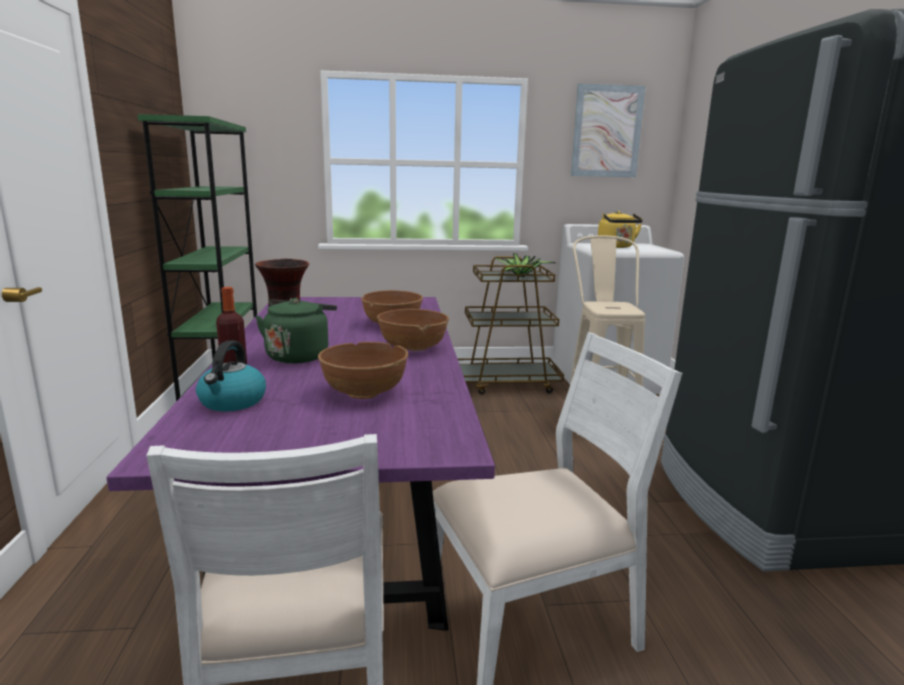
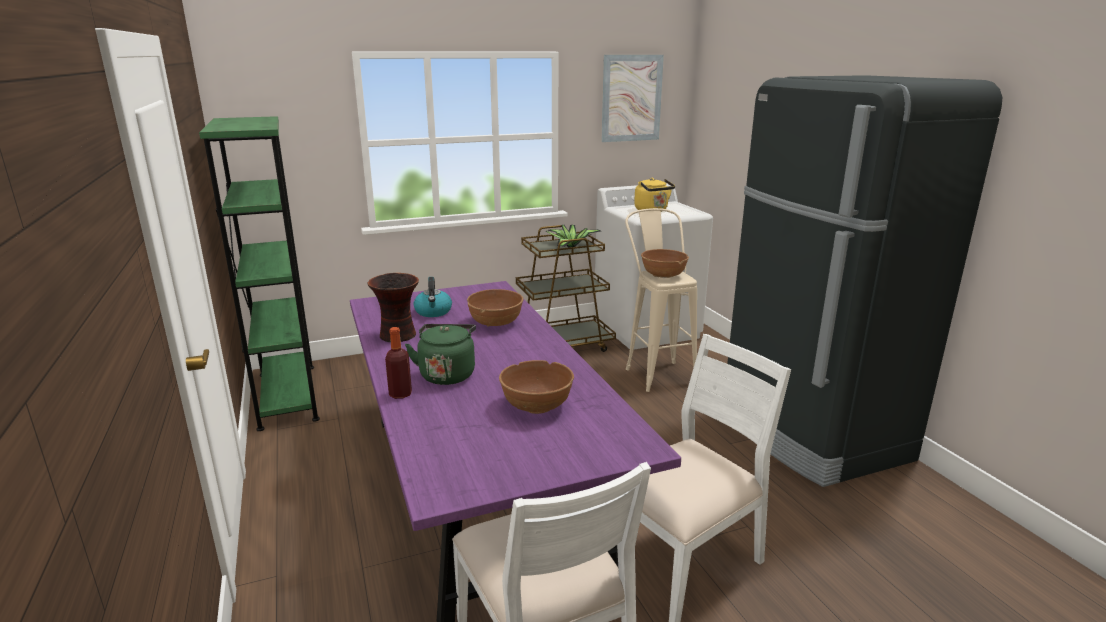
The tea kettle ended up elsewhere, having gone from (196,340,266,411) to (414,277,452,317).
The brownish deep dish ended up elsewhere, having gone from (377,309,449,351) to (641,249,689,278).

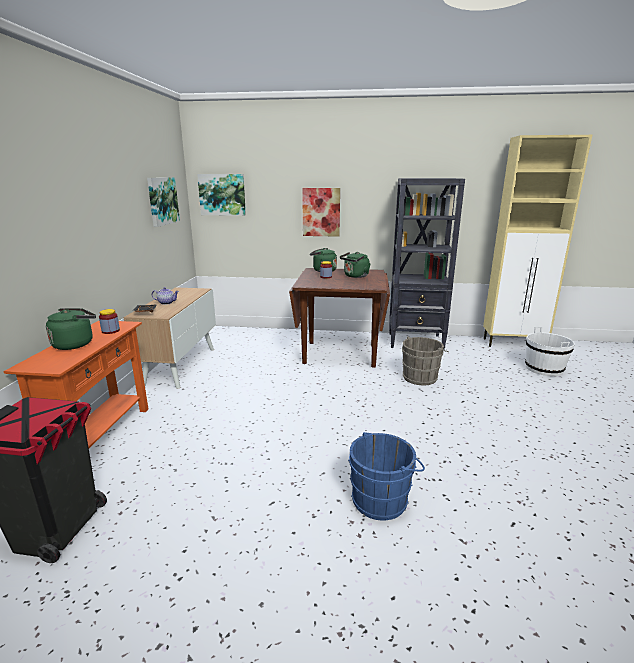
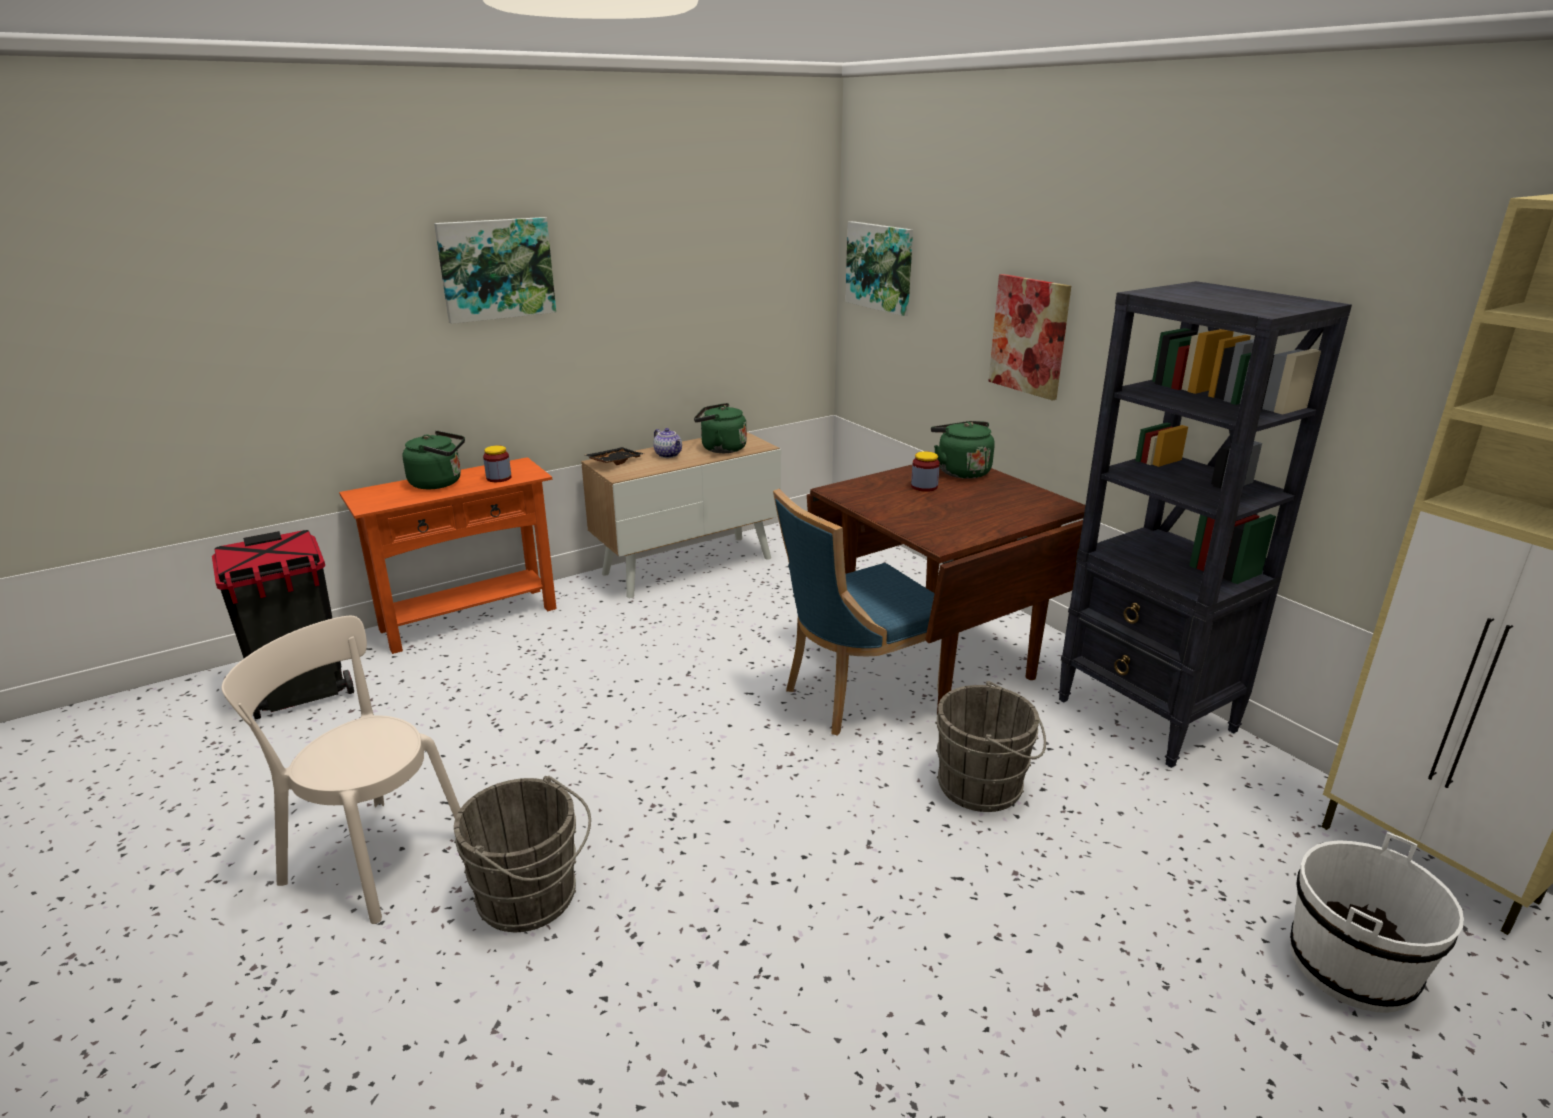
The second view gained the beige-coloured chair at (222,616,461,924).
The second view gained the bluish chair at (773,489,942,736).
The wall art ended up elsewhere, having gone from (147,177,180,227) to (434,217,556,324).
The green tea kettle ended up elsewhere, having gone from (340,252,371,278) to (694,403,747,453).
What was the bluish pail at (348,432,425,521) turned into the grey pail at (454,776,591,932).

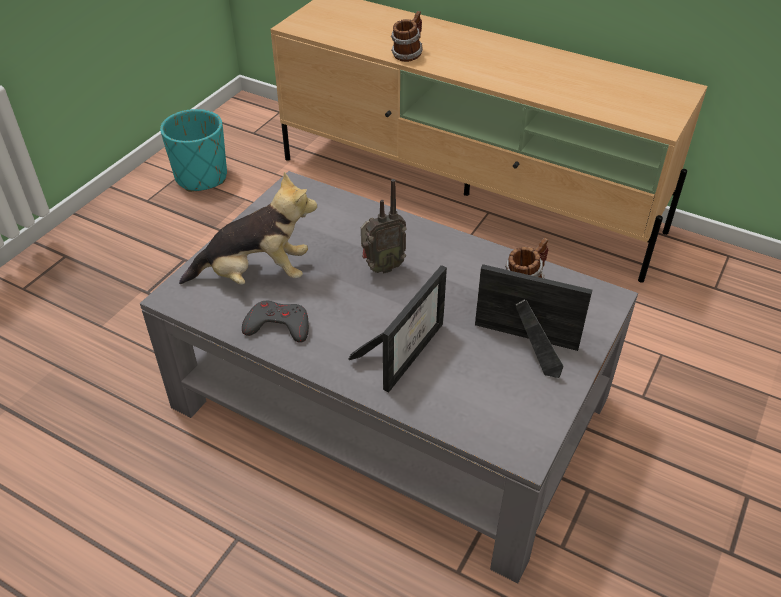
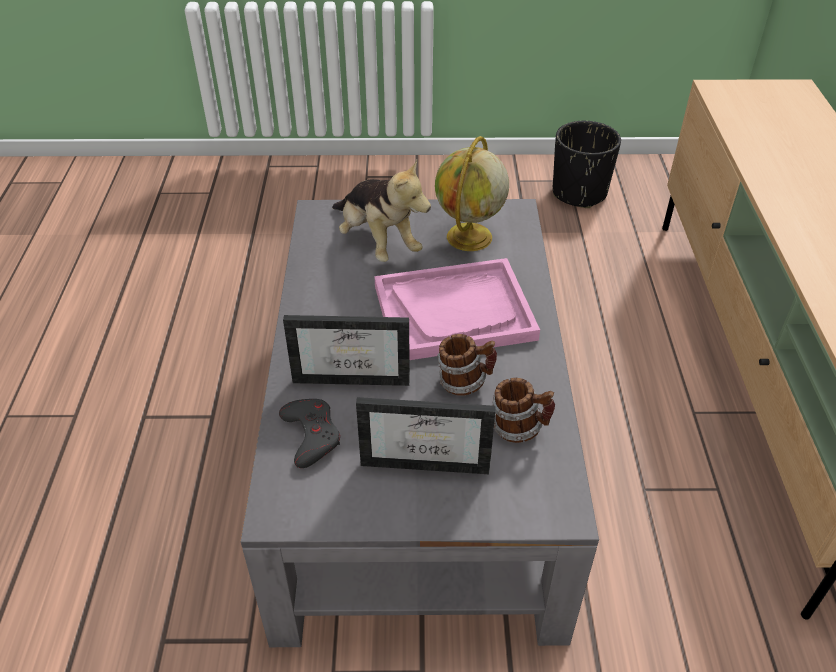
The second view gained the desk globe at (435,136,509,251).
The grey joypad ended up elsewhere, having gone from (242,301,309,343) to (279,399,340,468).
The tea mug ended up elsewhere, having gone from (391,11,423,62) to (437,334,497,396).
Where the radio receiver stood at (361,179,407,273), the pink carrying tray came to stand at (374,258,540,360).
What was the turquoise-coloured planter at (160,109,227,192) turned into the blackish planter at (553,121,621,208).
The photo frame at (475,264,592,378) ended up facing another way, 105 degrees clockwise from before.

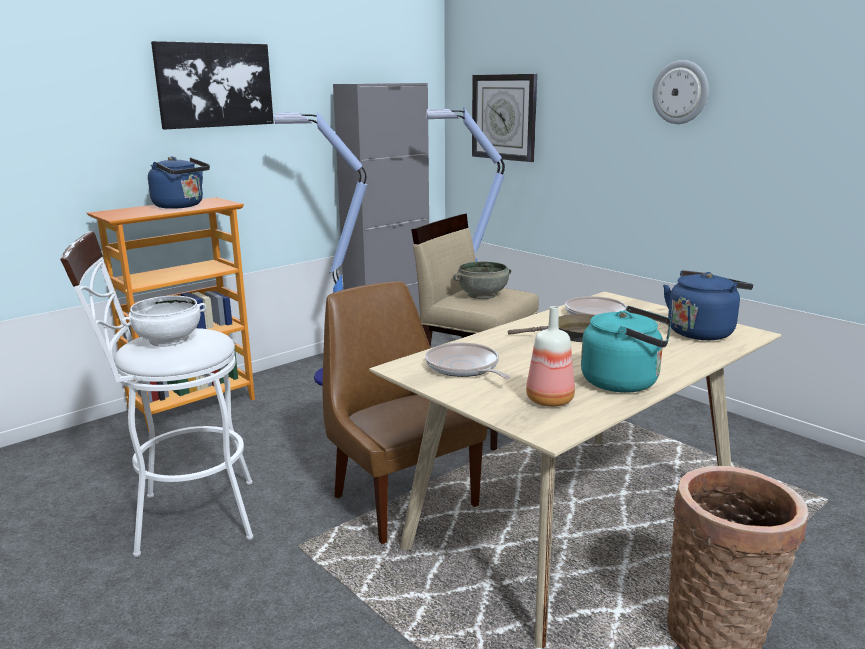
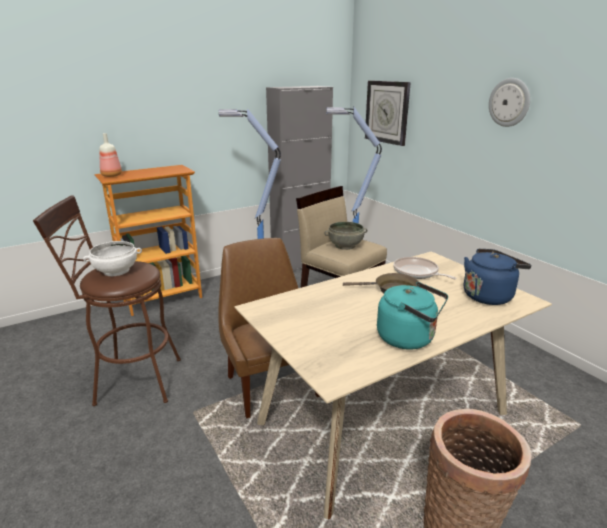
The second view lost the bluish tea kettle at (148,156,210,209).
The second view lost the wall art at (151,41,274,129).
The second view lost the frying pan at (425,343,511,379).
The drink bottle ended up elsewhere, having gone from (526,306,575,407) to (99,133,122,177).
What was the whitish stool at (60,231,254,557) turned into the brownish stool at (33,195,181,406).

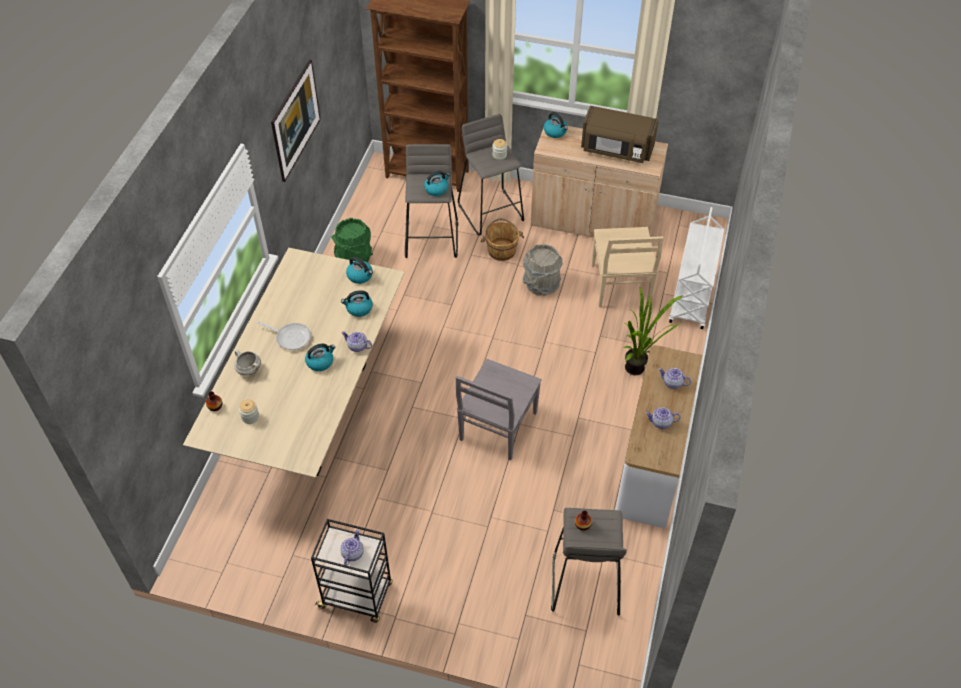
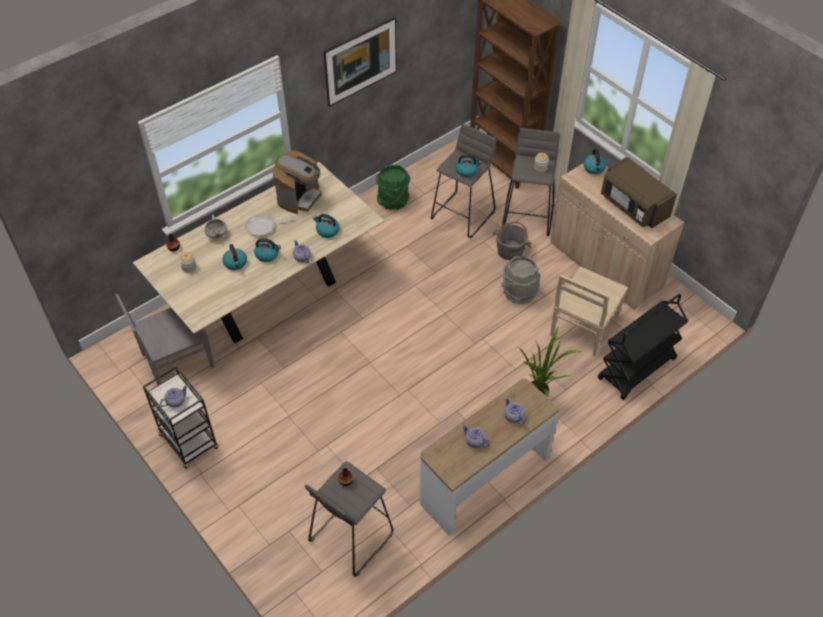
The second view gained the coffee brewer at (273,151,322,214).
The tea kettle ended up elsewhere, having gone from (346,257,373,284) to (222,244,247,270).
The grey chair ended up elsewhere, having gone from (456,359,542,461) to (115,294,214,385).
What was the brownish pail at (480,218,524,261) turned into the grey pail at (493,222,531,260).
What was the whitish wheeled cart at (669,207,724,329) turned into the blackish wheeled cart at (598,294,688,400).
The frying pan at (257,321,311,350) ended up facing another way, 105 degrees clockwise from before.

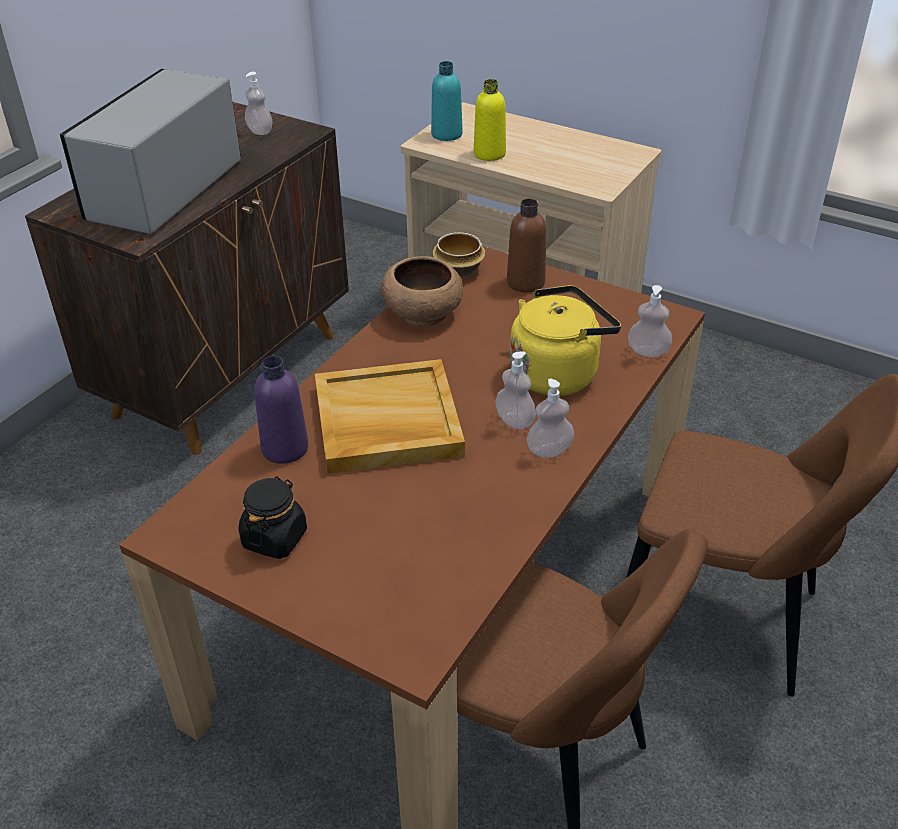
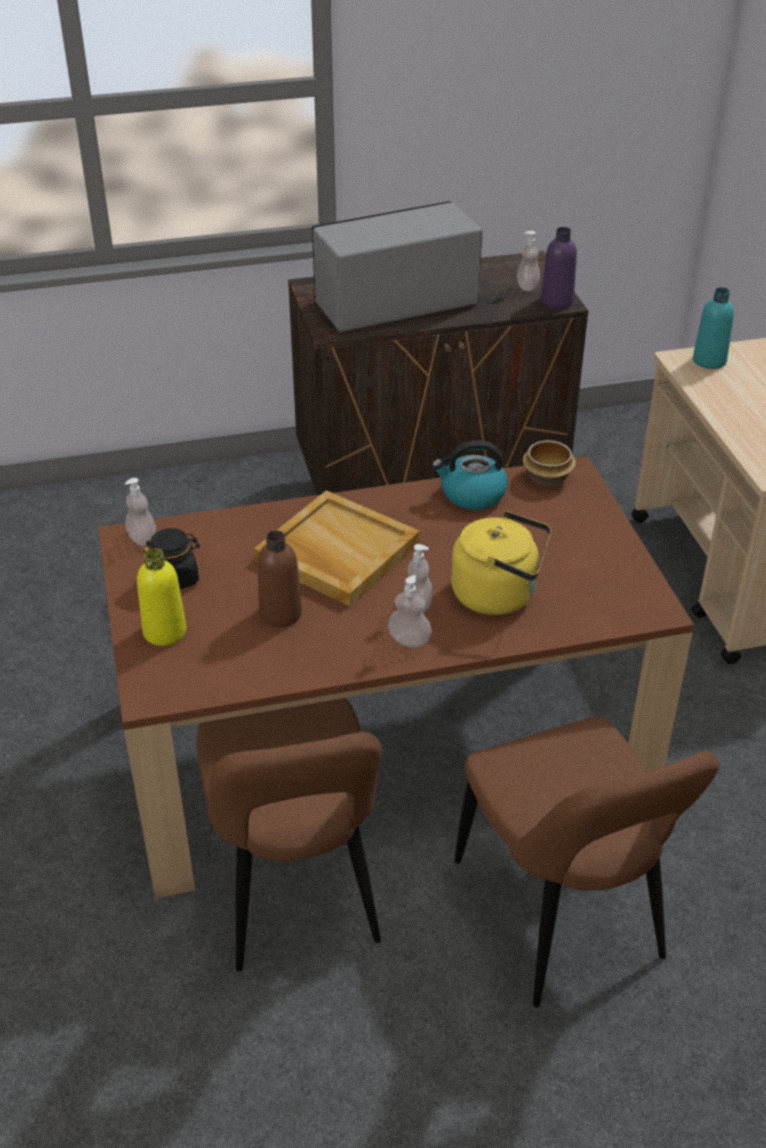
The purple-coloured drink bottle ended up elsewhere, having gone from (254,356,308,464) to (541,227,577,309).
The yellow drink bottle ended up elsewhere, having gone from (474,79,506,161) to (137,548,186,646).
The brownish drink bottle ended up elsewhere, having gone from (507,199,546,292) to (257,530,302,627).
The soap bottle ended up elsewhere, having gone from (628,285,672,357) to (125,478,156,546).
Where the brownish deep dish stood at (381,256,463,327), the tea kettle came to stand at (432,440,508,510).

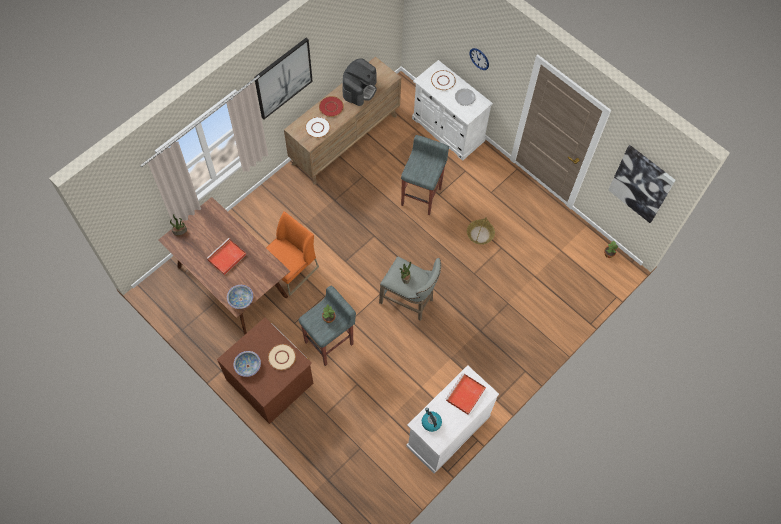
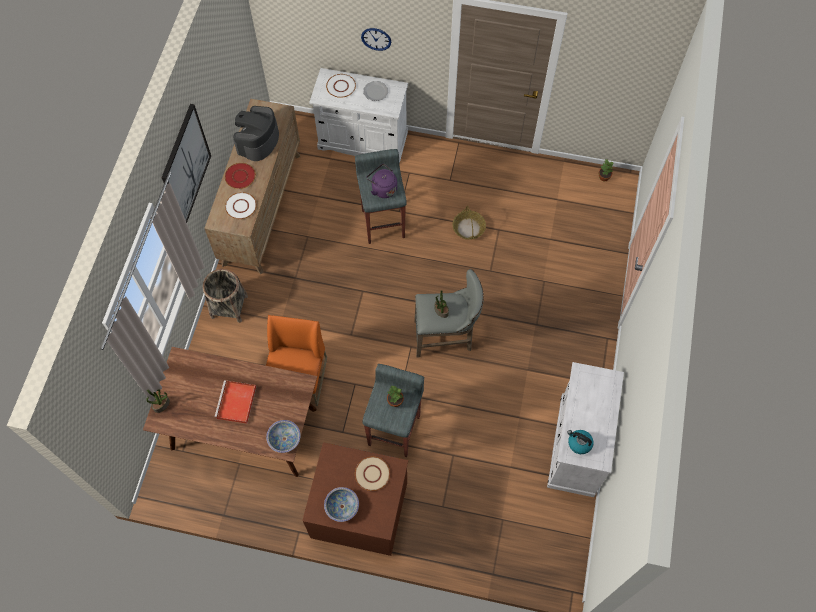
The second view lost the red-coloured carrying tray at (446,373,486,415).
The second view lost the wall art at (608,145,676,223).
The second view gained the household basket at (203,269,248,323).
The second view gained the purple-coloured tea kettle at (366,164,397,198).
The coffee brewer at (342,58,377,106) ended up facing another way, 150 degrees counterclockwise from before.

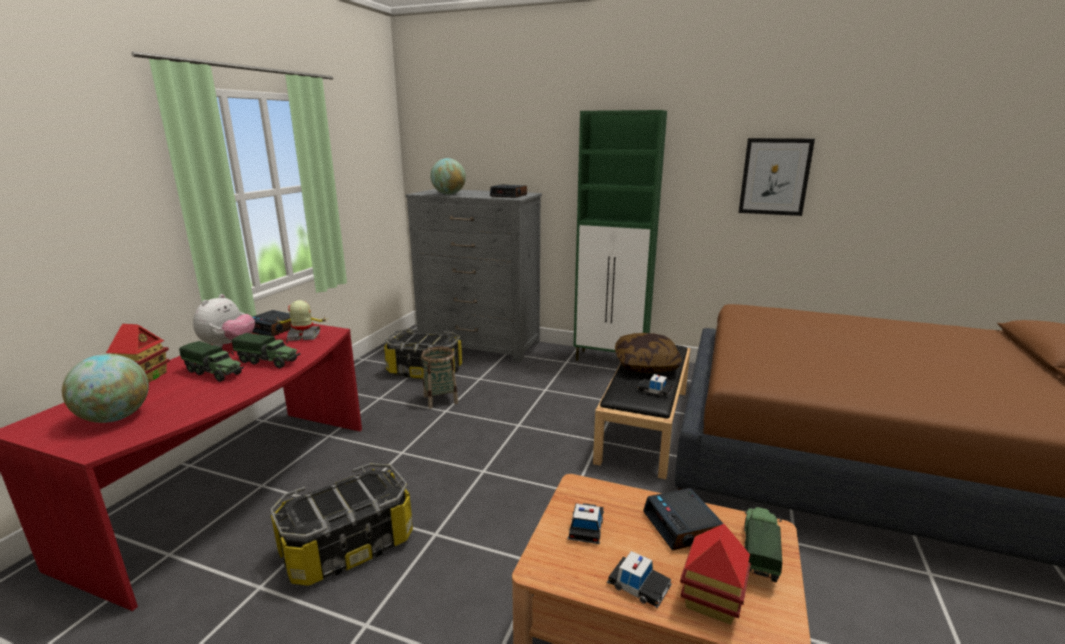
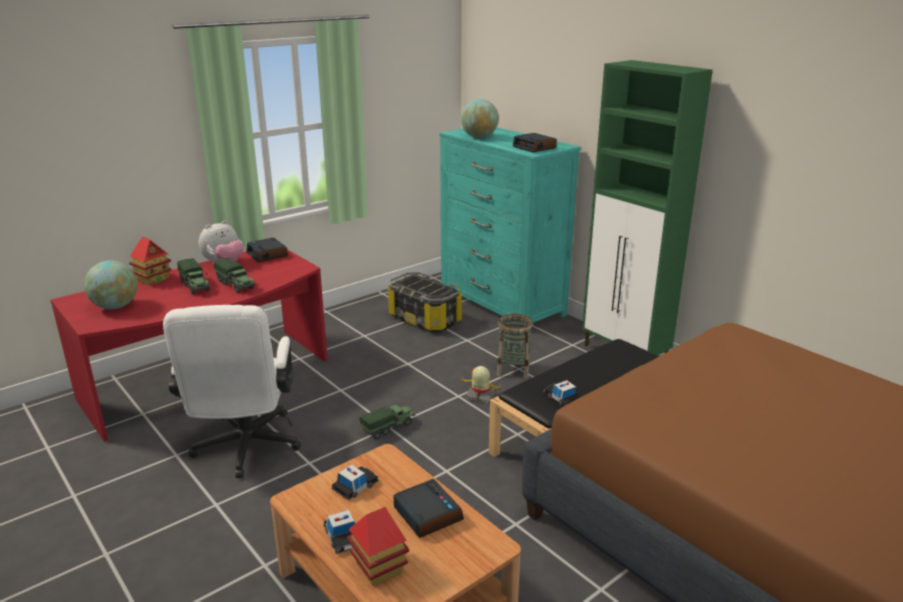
The second view lost the pillow at (615,333,682,373).
The second view lost the wall art at (738,138,815,216).
The model robot ended up elsewhere, having gone from (274,300,327,341) to (459,366,501,404).
The household basket ended up elsewhere, having gone from (421,346,458,409) to (497,314,533,379).
The model truck ended up elsewhere, having gone from (744,507,782,583) to (360,403,415,439).
Where the storage box stood at (270,463,413,585), the whitish computer chair came to stand at (163,305,301,478).
What was the grey drawer chest at (405,189,542,363) turned into the turquoise-coloured drawer chest at (439,127,581,323).
The bedside clock at (643,488,724,551) ended up facing another way, 135 degrees clockwise from before.

